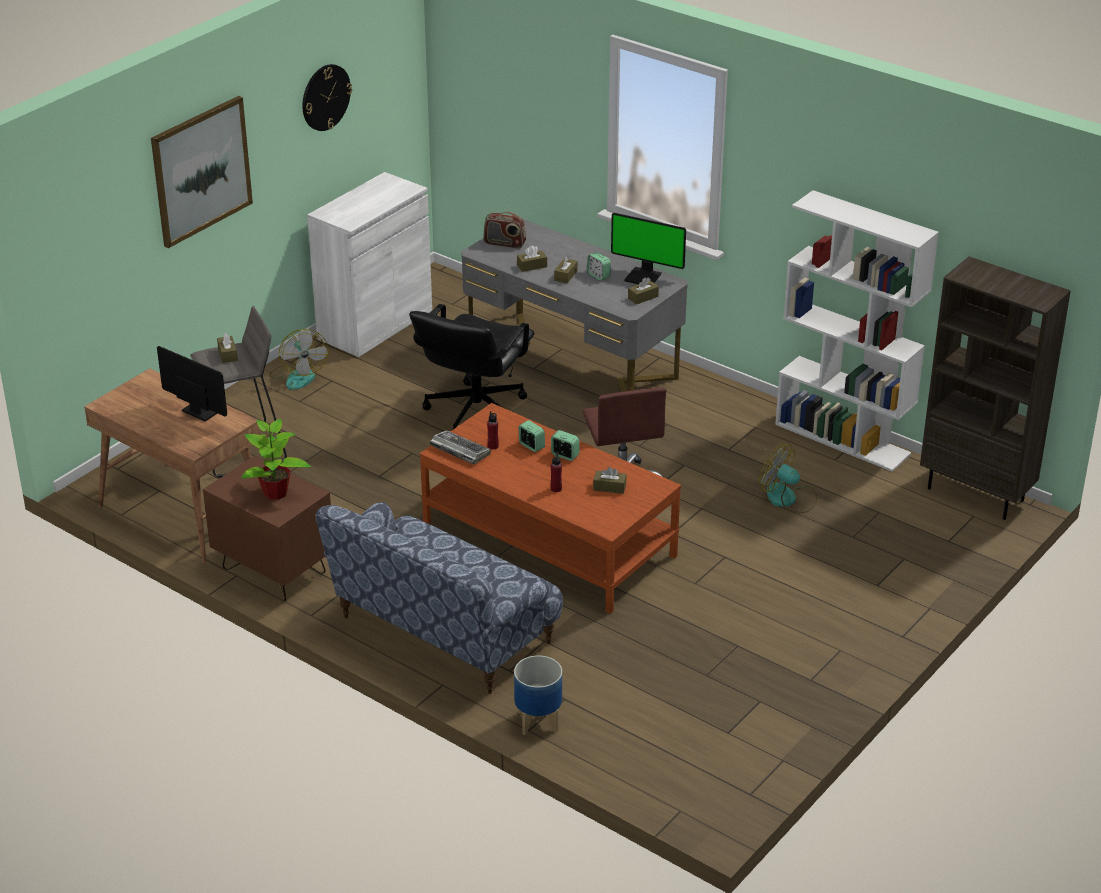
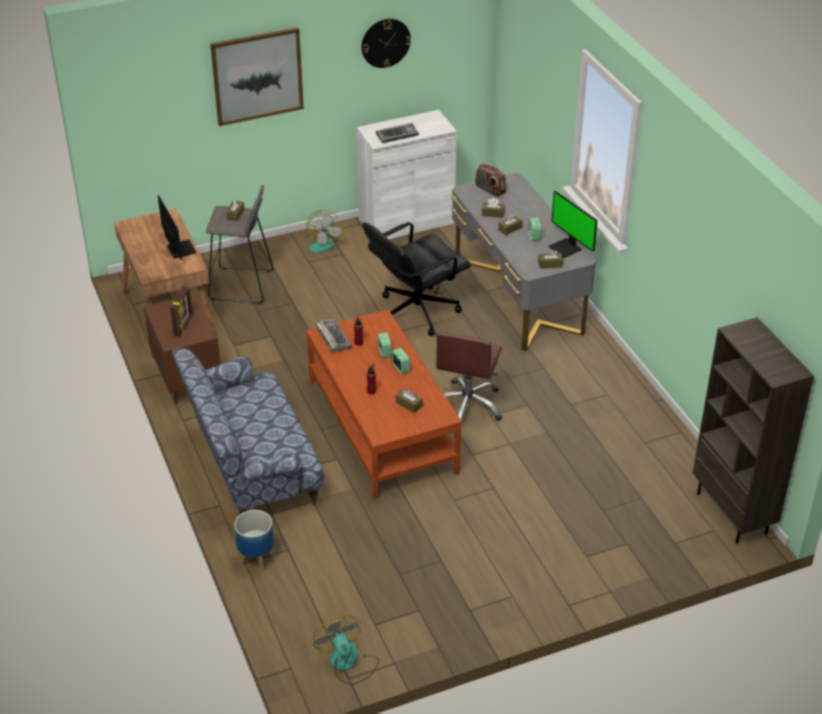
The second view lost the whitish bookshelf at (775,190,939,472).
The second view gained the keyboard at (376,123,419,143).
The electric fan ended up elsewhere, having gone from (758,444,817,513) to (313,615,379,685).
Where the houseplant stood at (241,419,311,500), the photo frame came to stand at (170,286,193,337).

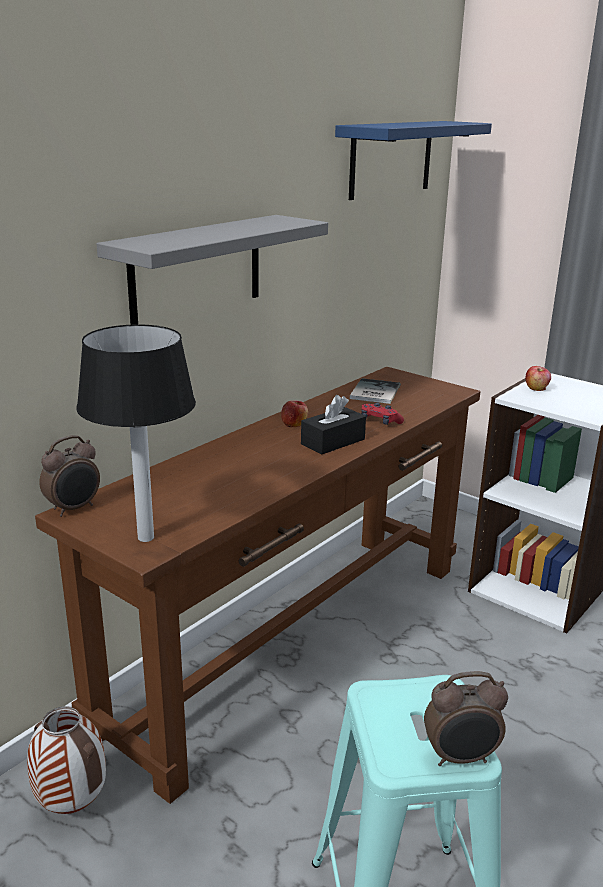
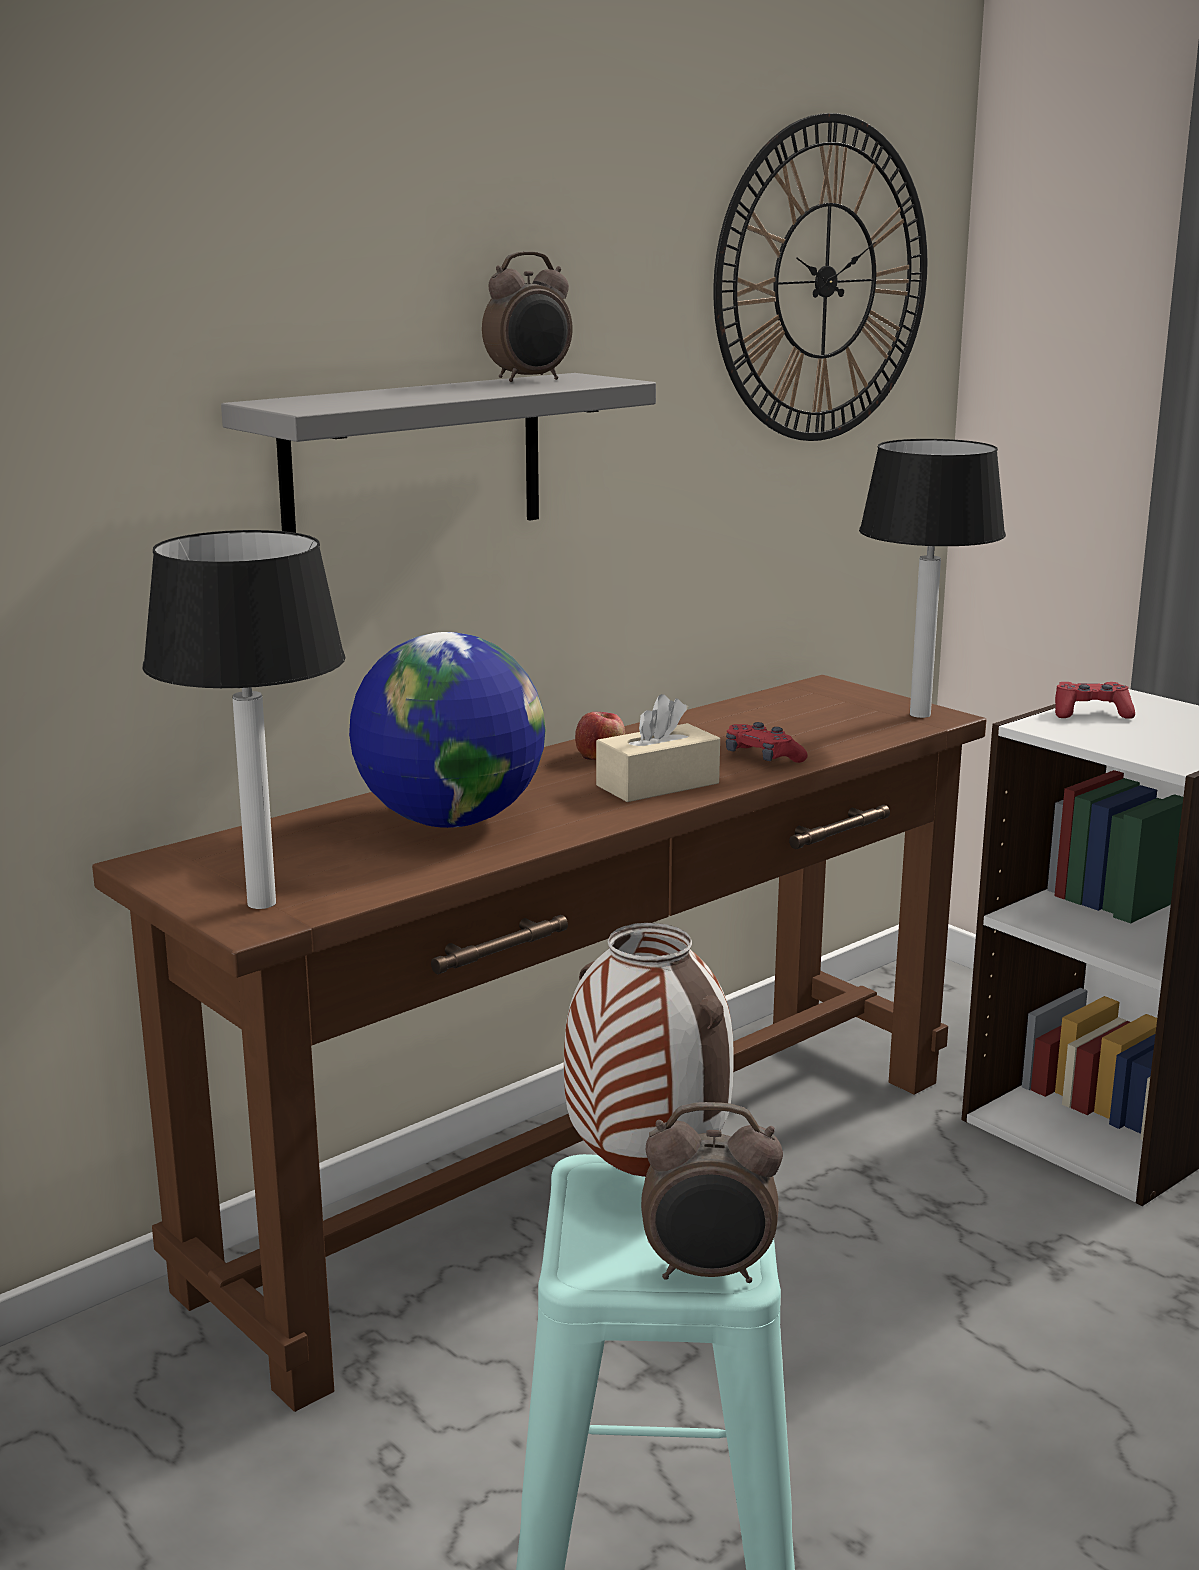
The second view lost the volume at (350,378,400,404).
The second view gained the desk globe at (349,632,546,828).
The second view gained the lamp for a table at (859,439,1006,718).
The flower vase ended up elsewhere, having gone from (27,706,106,814) to (564,923,734,1177).
The bedside clock ended up elsewhere, having gone from (39,435,100,517) to (482,251,573,382).
Where the bluish shelf hung at (335,121,492,200), the wall clock came to hang at (713,113,928,441).
Where the apple stood at (525,366,551,391), the red-coloured joypad came to stand at (1055,682,1135,719).
What was the blackish tissue holder at (301,395,366,455) turned into the beige-coloured tissue holder at (596,694,720,802).

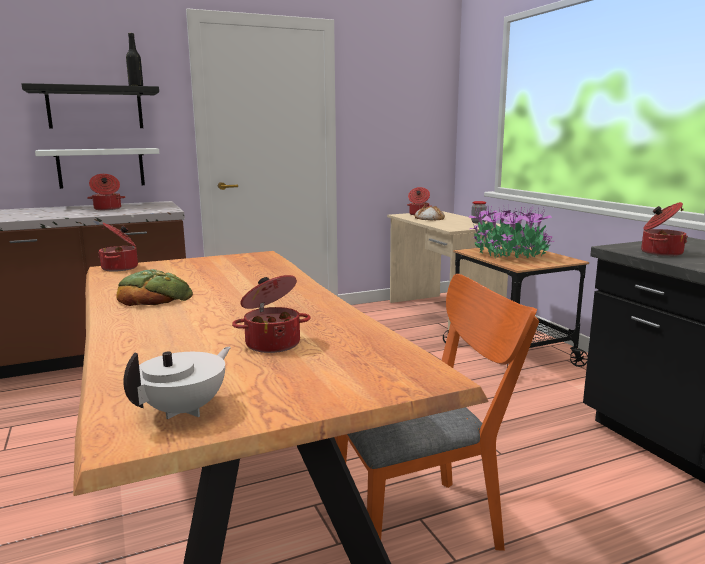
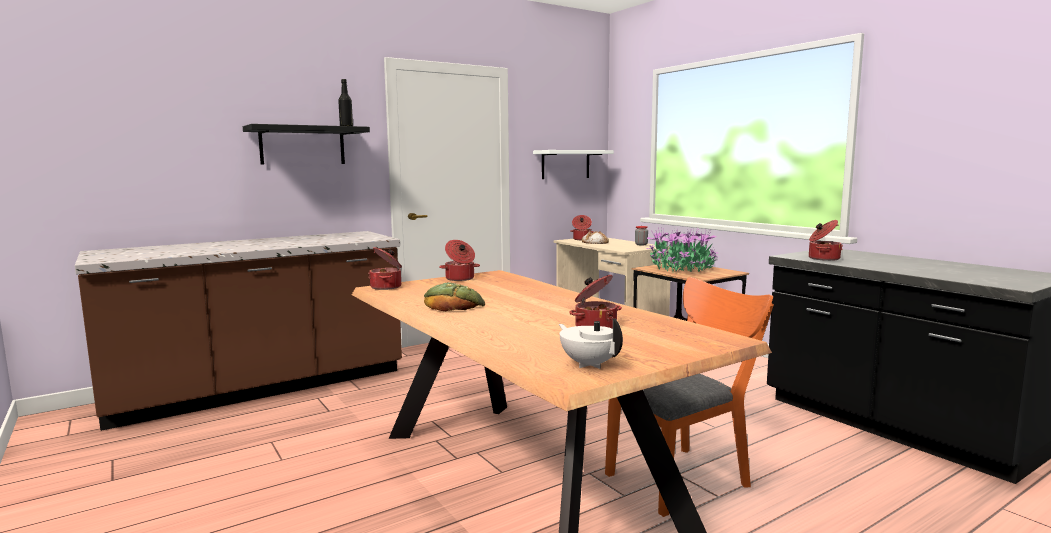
The whitish shelf ended up elsewhere, having gone from (35,148,159,189) to (533,150,614,179).
The saucepot ended up elsewhere, having gone from (87,174,125,210) to (439,240,480,281).
The whitish tea pot at (123,347,231,419) ended up facing another way, 60 degrees counterclockwise from before.

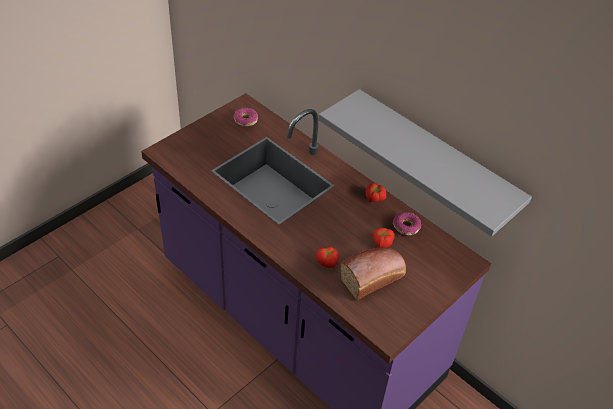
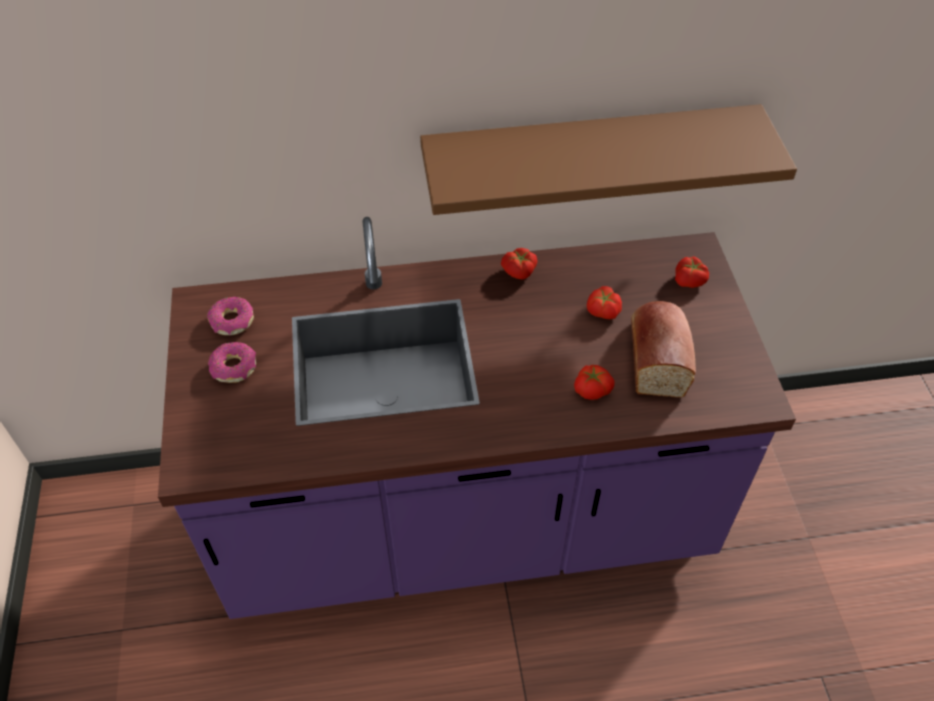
The second view gained the whole tomato at (675,256,709,288).
The ring doughnut ended up elsewhere, having gone from (393,212,421,235) to (208,342,256,383).
What was the grey shelf at (318,89,532,237) turned into the brownish shelf at (420,104,797,215).

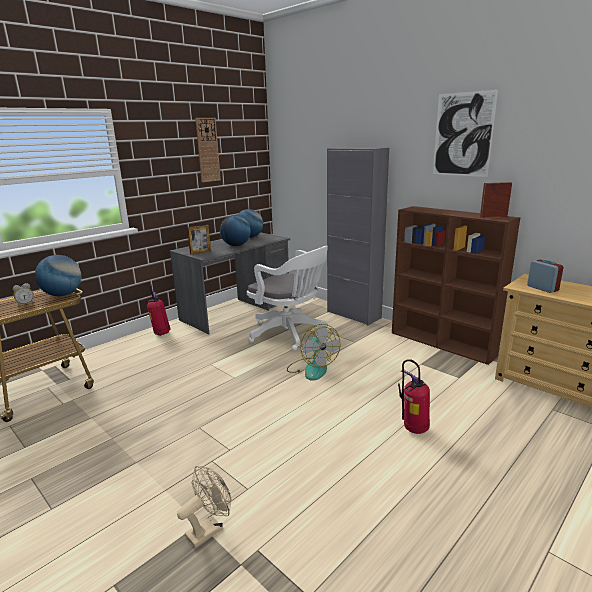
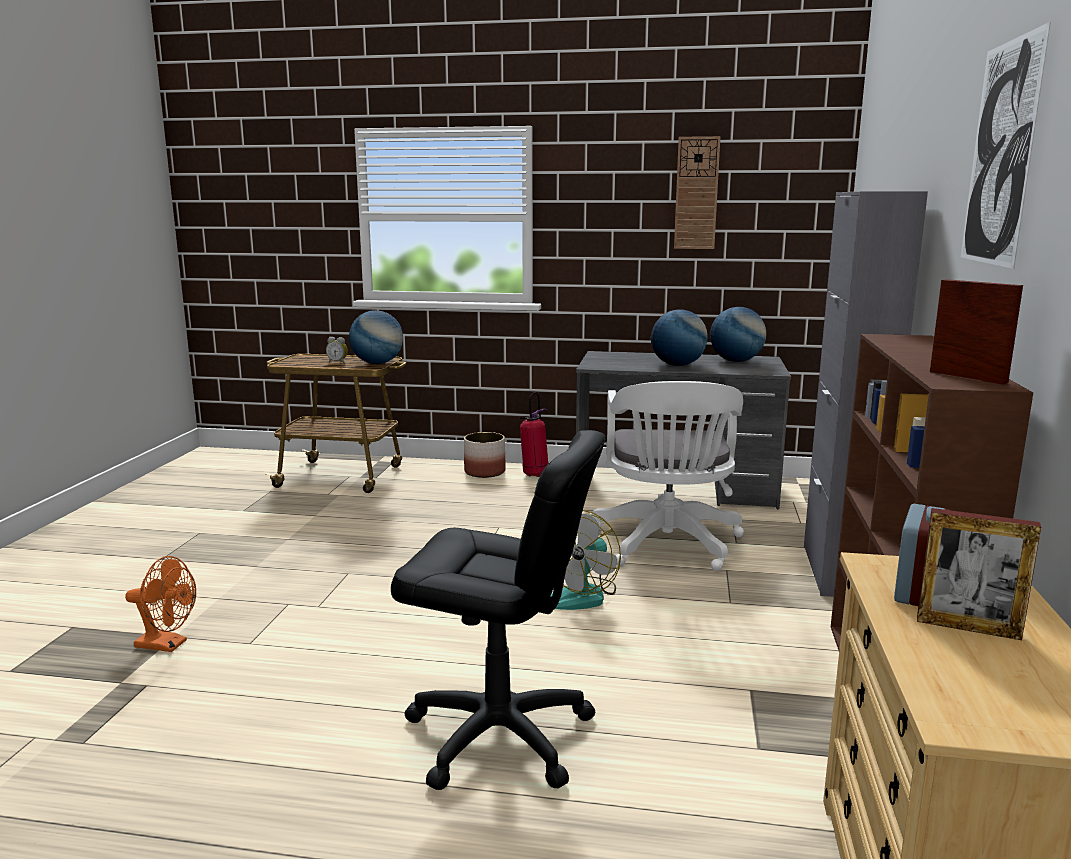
The second view gained the planter at (464,432,506,478).
The photo frame ended up elsewhere, having gone from (187,225,211,255) to (917,508,1041,640).
Where the fire-fighting cylinder stood at (398,359,430,434), the blackish computer chair came to stand at (391,430,605,790).
What was the beige-coloured electric fan at (177,466,231,548) turned into the orange electric fan at (125,556,196,652).

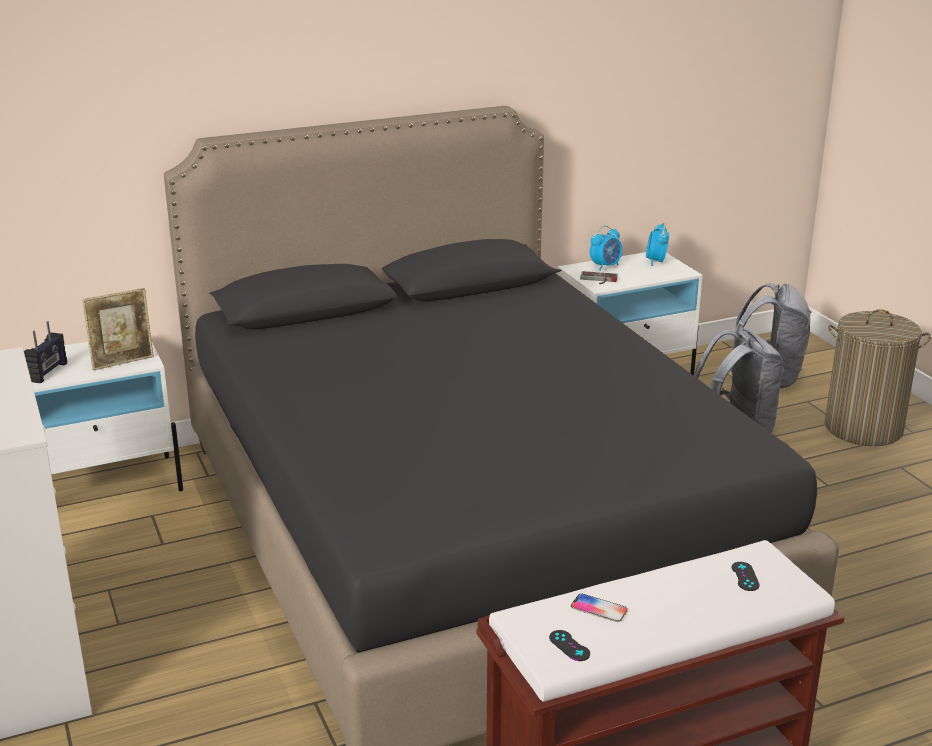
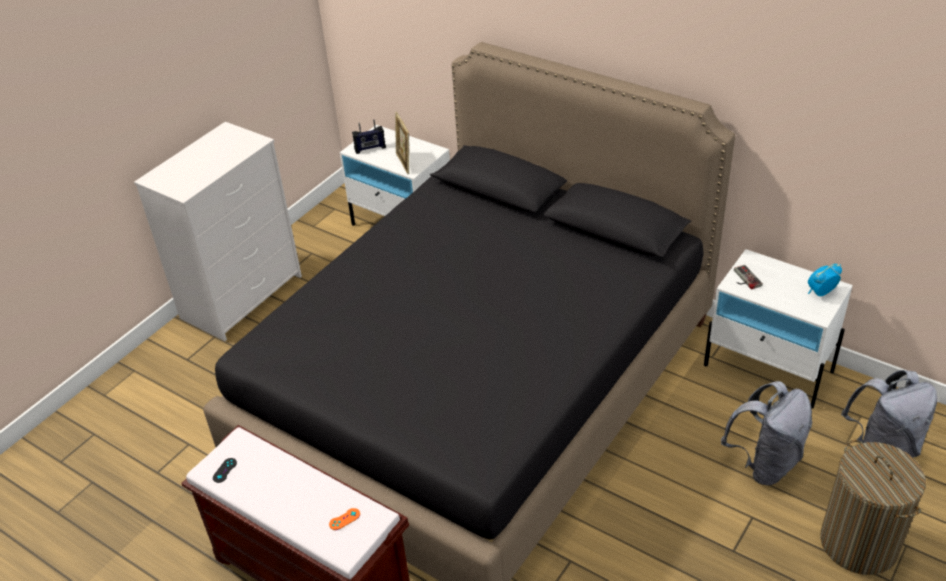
The second view lost the telephone at (571,594,628,622).
The second view lost the bedside clock at (590,226,622,271).
What was the blackish joypad at (732,562,760,591) turned into the orange joypad at (329,508,360,530).
The photo frame at (82,288,154,371) ended up facing another way, 45 degrees clockwise from before.

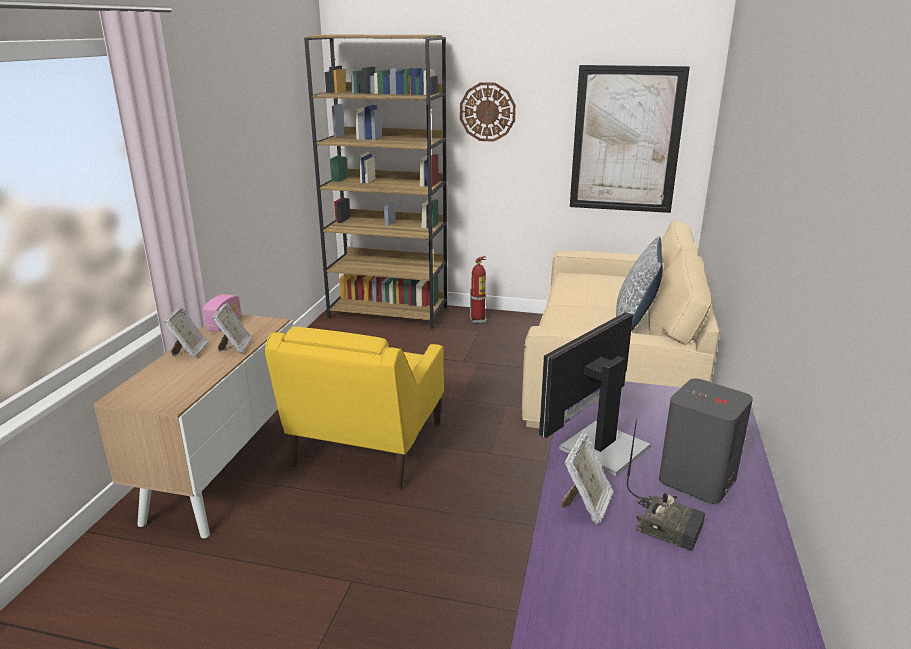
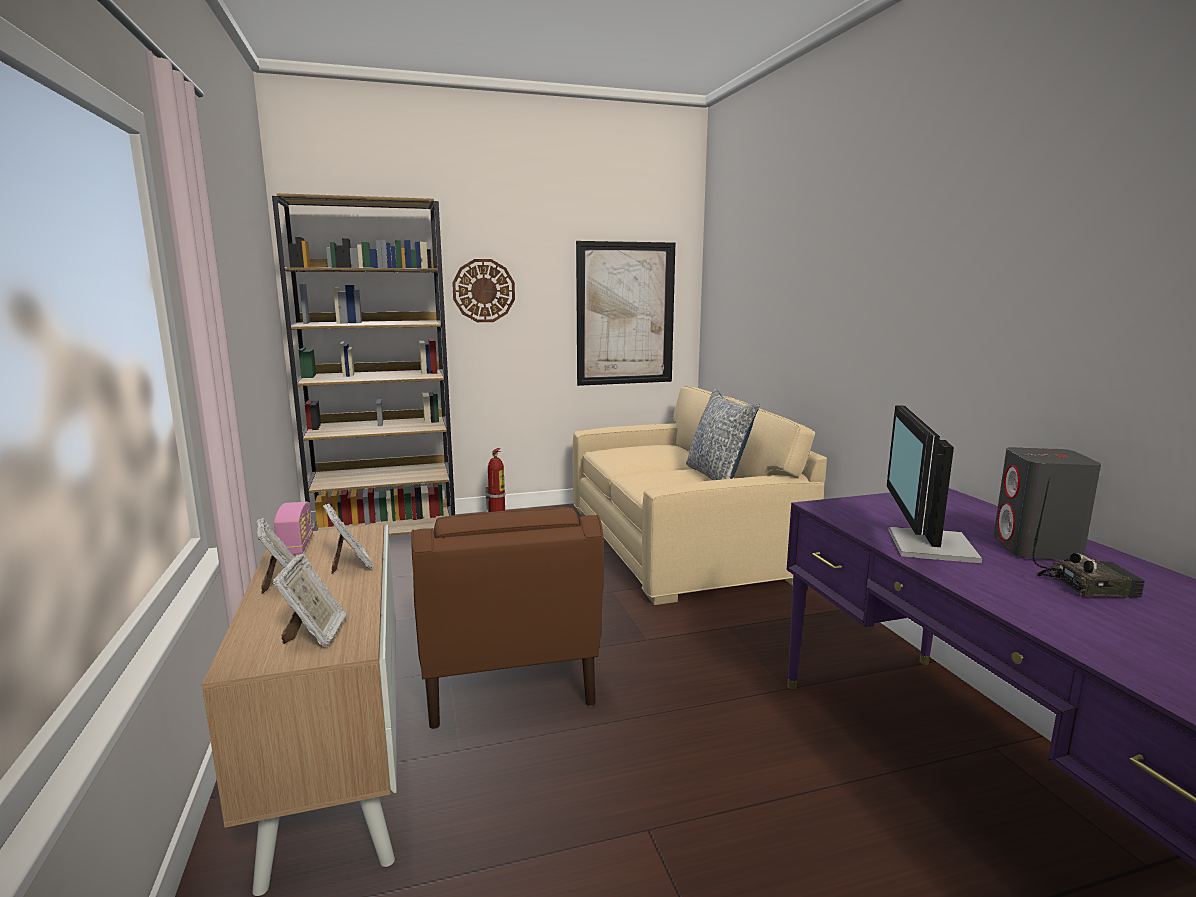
The photo frame ended up elsewhere, having gone from (561,433,614,524) to (273,553,347,647).
What was the yellow easy chair at (265,327,444,489) turned into the brownish easy chair at (411,507,604,729).

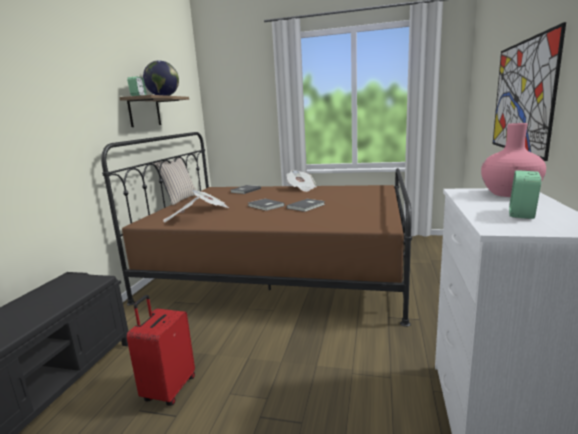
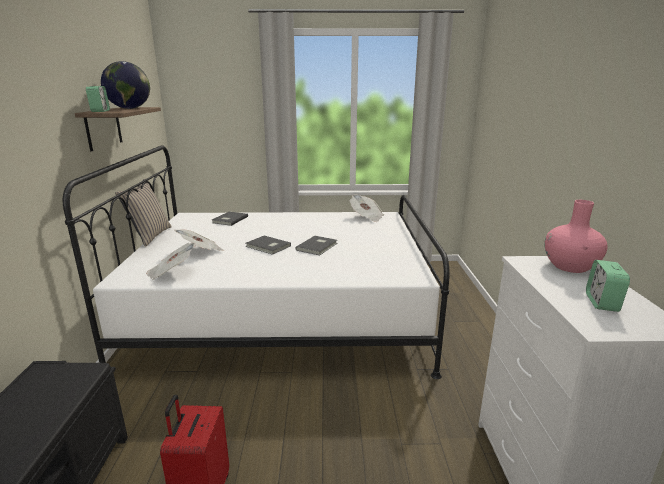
The second view lost the wall art at (493,22,566,161).
The newspaper ended up elsewhere, having gone from (286,170,317,192) to (349,194,384,222).
What was the brownish bed at (101,132,412,327) turned into the whitish bed at (63,145,450,379).

